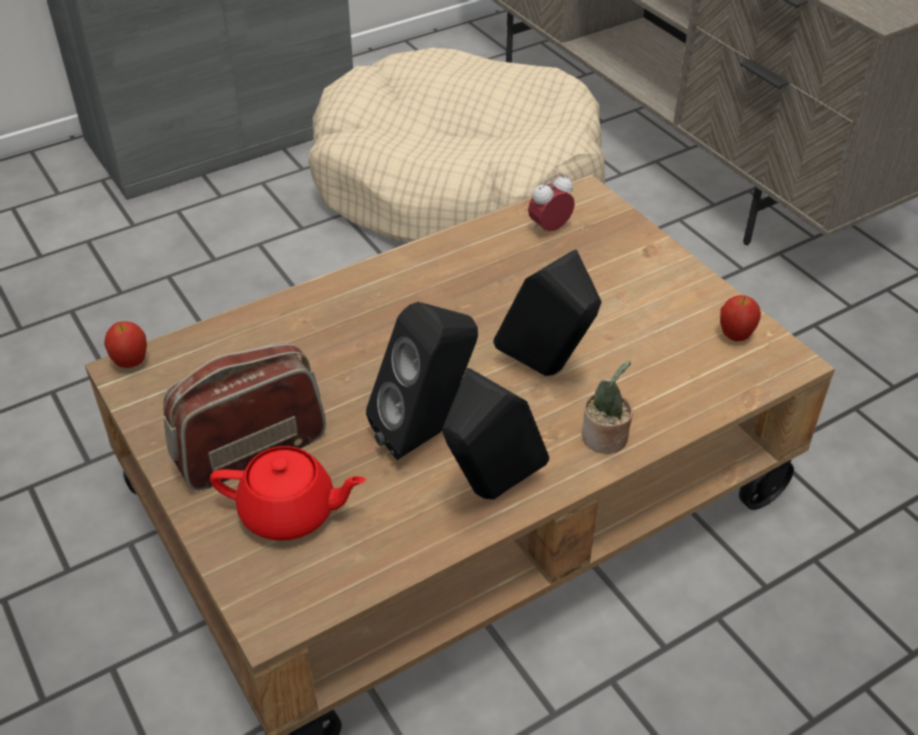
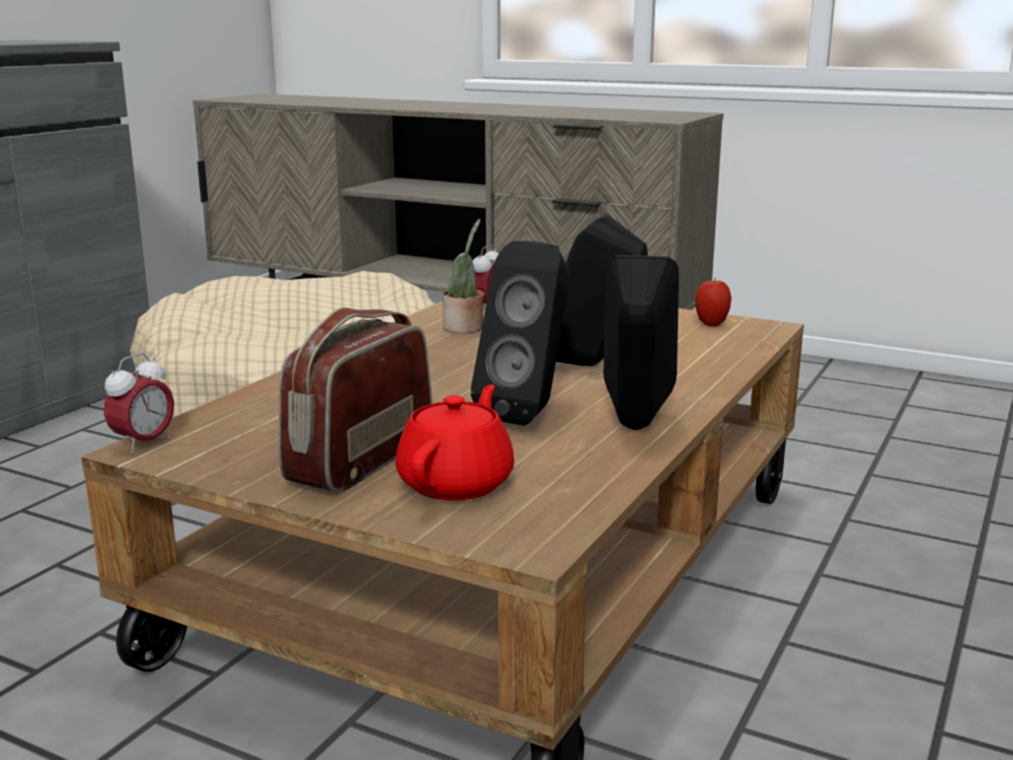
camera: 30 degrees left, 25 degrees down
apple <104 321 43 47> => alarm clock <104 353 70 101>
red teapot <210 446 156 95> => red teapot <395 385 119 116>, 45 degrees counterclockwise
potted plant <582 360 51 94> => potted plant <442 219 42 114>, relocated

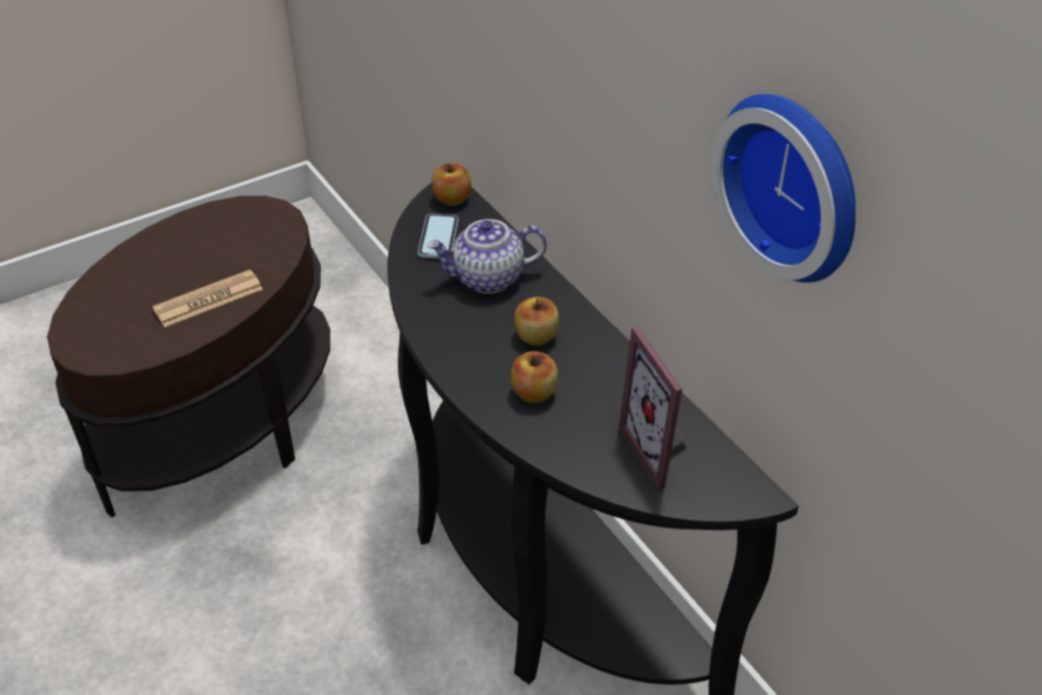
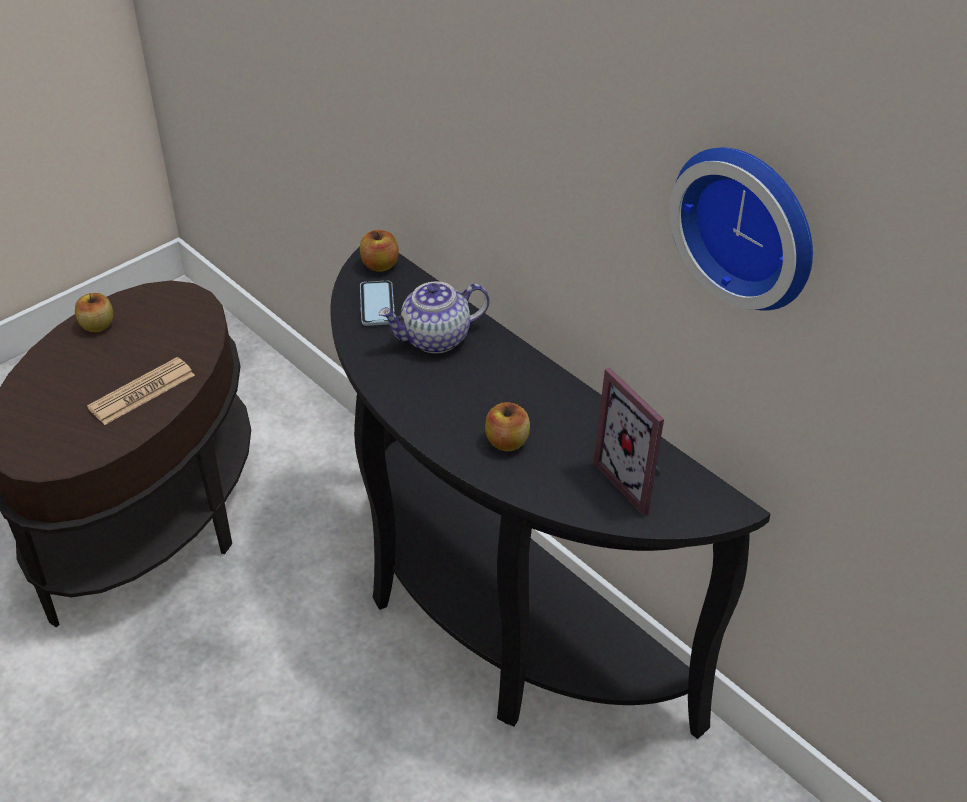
camera: 10 degrees left, 0 degrees up
apple <514 297 45 48> => apple <75 293 38 39>, relocated

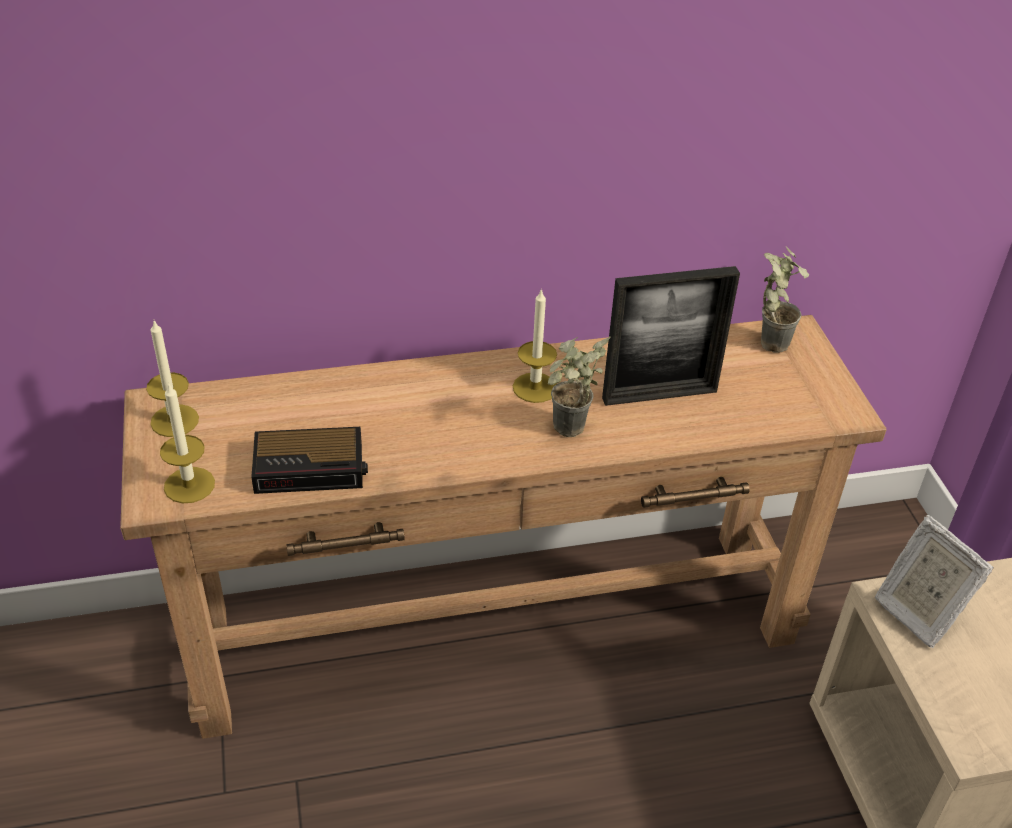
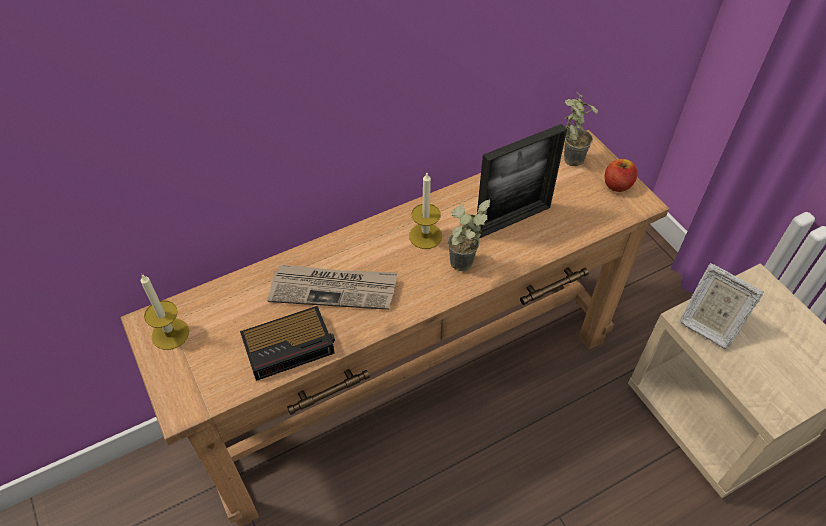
camera: 15 degrees left, 10 degrees up
candle <160 382 55 121> => nothing
nothing => newspaper <267 265 130 45>
nothing => apple <605 159 33 33>

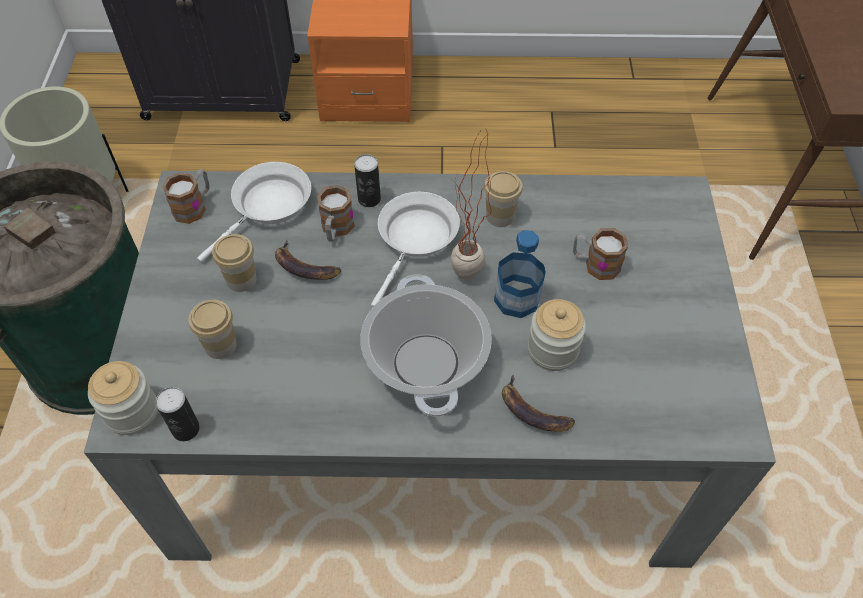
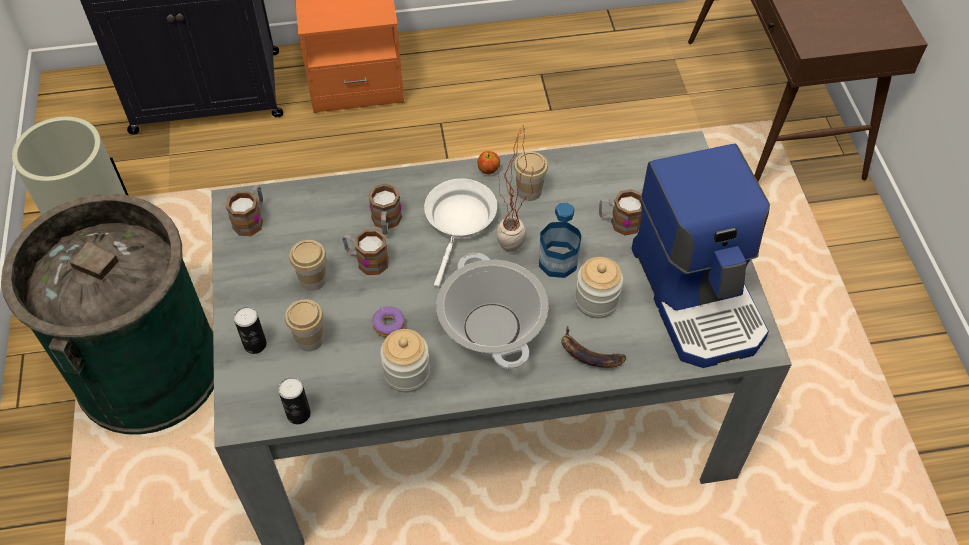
camera: 10 degrees left, 0 degrees up
jar <88 361 70 74> => jar <380 329 50 63>, relocated
white frying pan <197 162 114 101> => nothing
banana <275 240 66 40> => mug <342 229 47 46>
can <354 154 27 53> => can <234 307 33 47>, relocated
nothing => donut <372 306 33 31>
nothing => apple <477 151 23 23>
nothing => coffee machine <631 144 139 224>

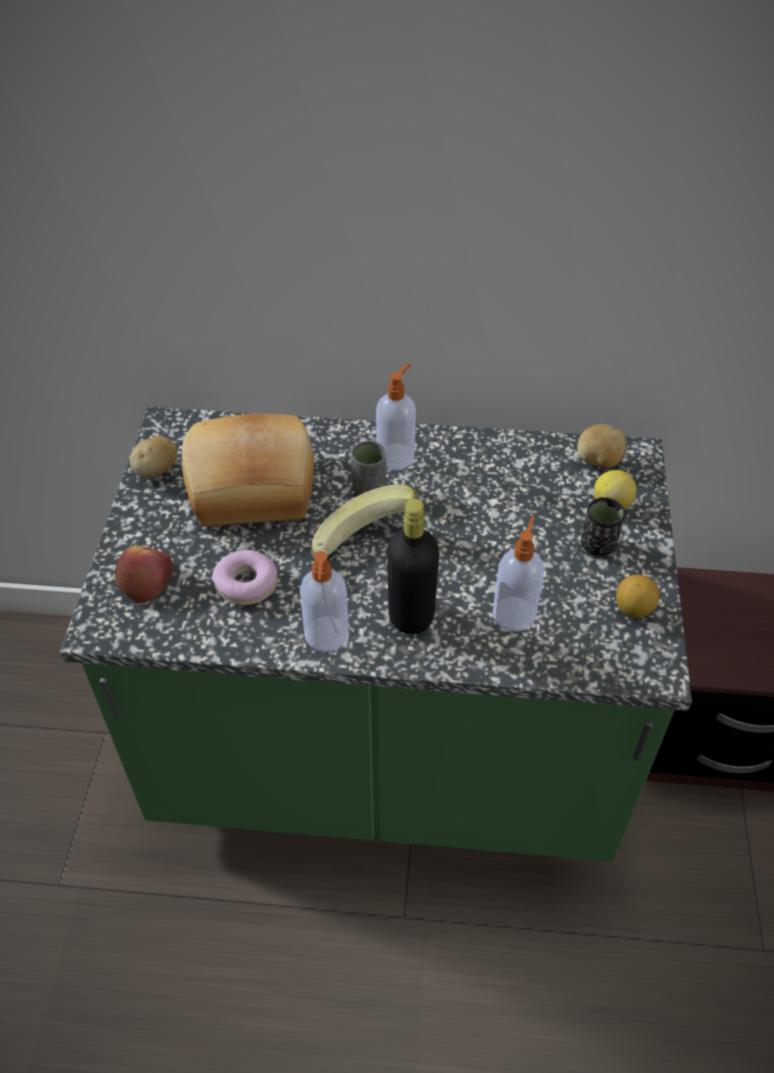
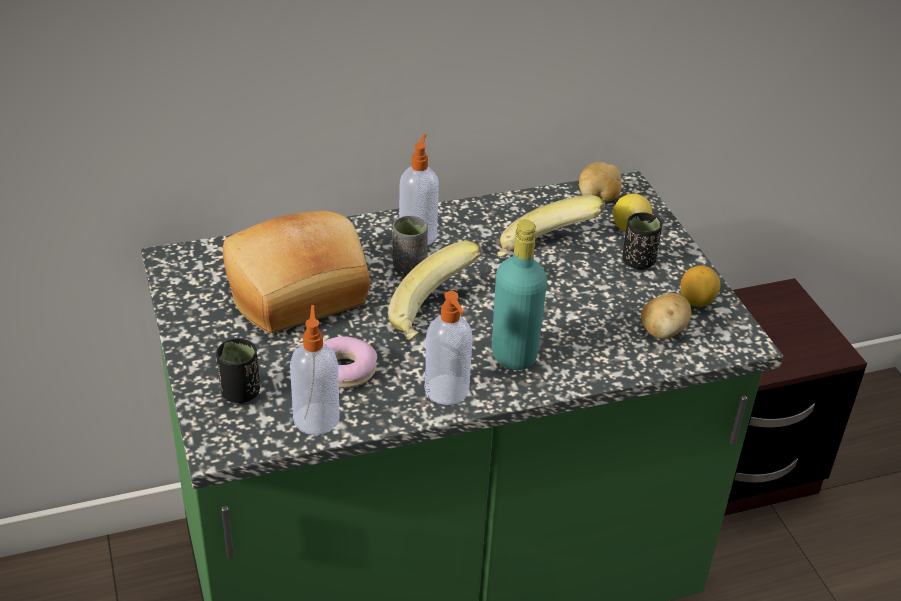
camera: 25 degrees left, 10 degrees down
apple <115 545 58 58> => black cup <216 338 44 65>
potato <129 437 48 41> => potato <641 293 50 46>, relocated
black bottle <387 499 52 135> => turquoise bottle <492 220 55 150>
soap dispenser <493 516 51 115> => soap dispenser <290 305 50 130>, relocated
nothing => banana <497 195 109 62>

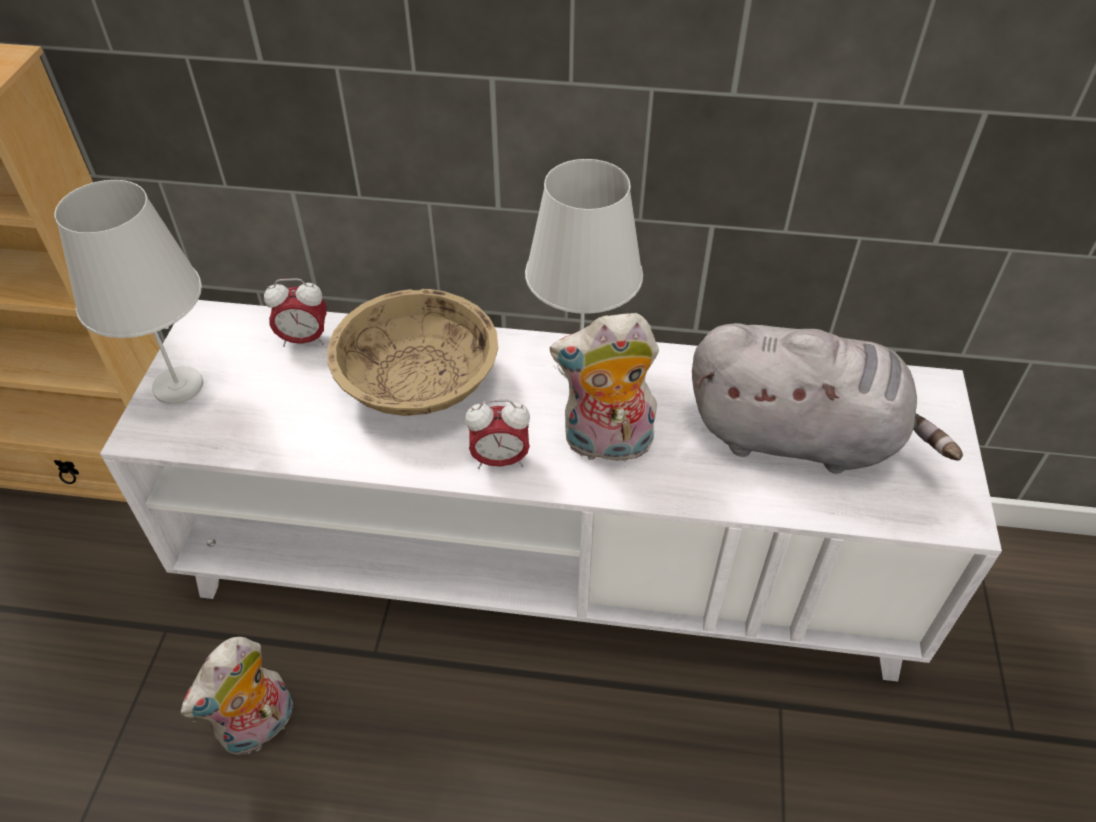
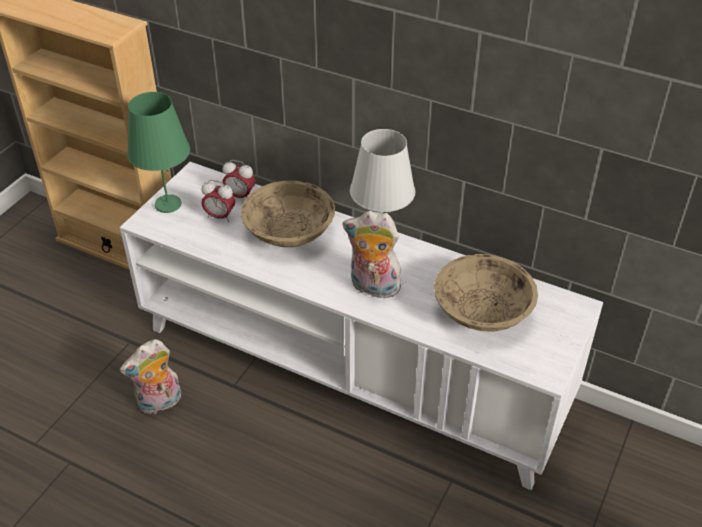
camera: 20 degrees right, 5 degrees down
white table lamp <55 180 148 224> => green table lamp <127 92 63 121>
alarm clock <465 400 65 69> => alarm clock <201 180 34 42>, relocated
grey plush toy <692 323 271 151> => beige bowl <434 254 104 78>

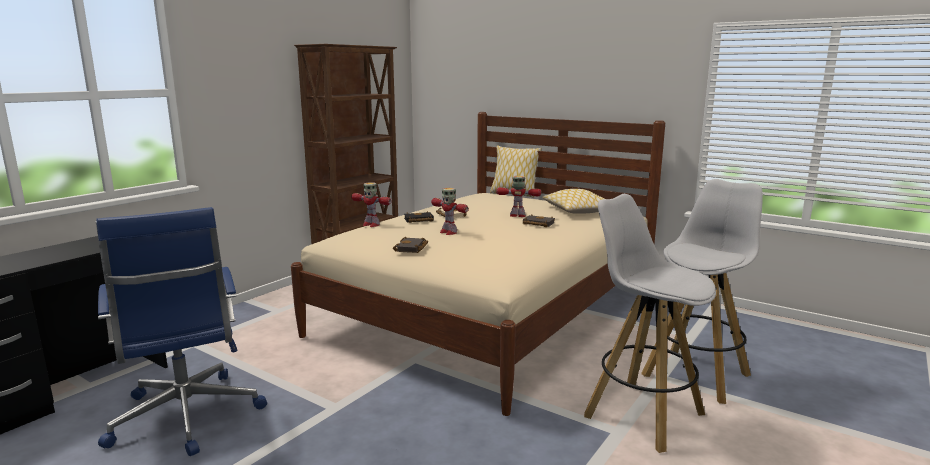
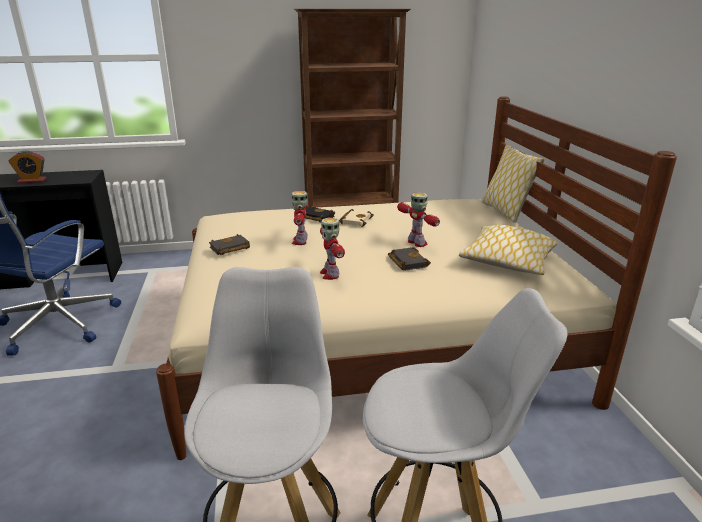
camera: 45 degrees right, 10 degrees up
toy robot <351 182 41 45> => toy robot <320 218 25 62>, relocated
nothing => alarm clock <8 151 39 32>

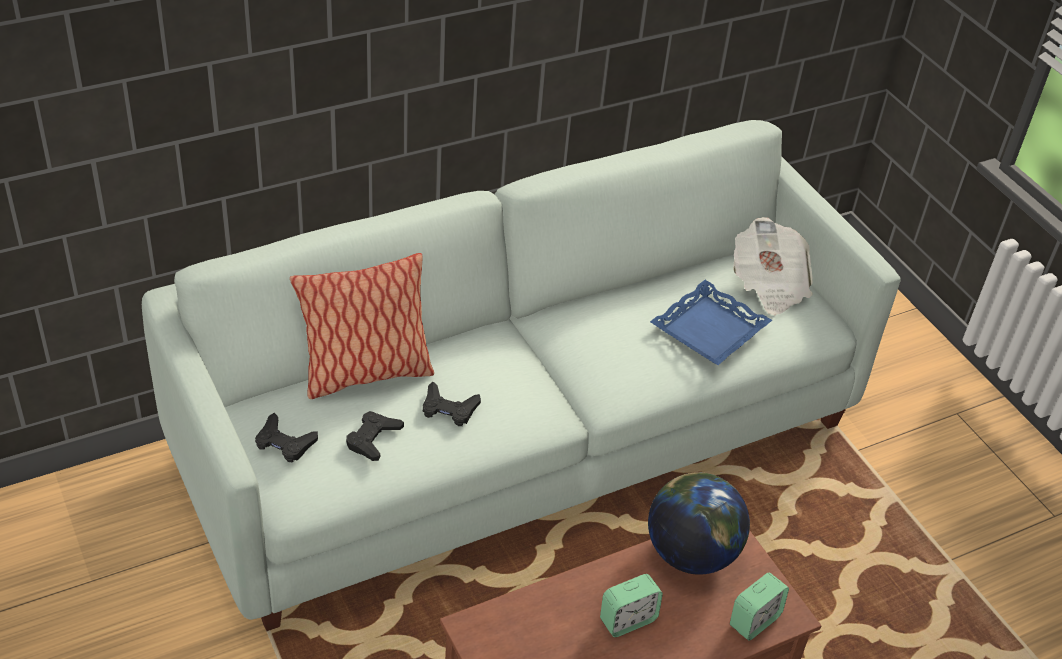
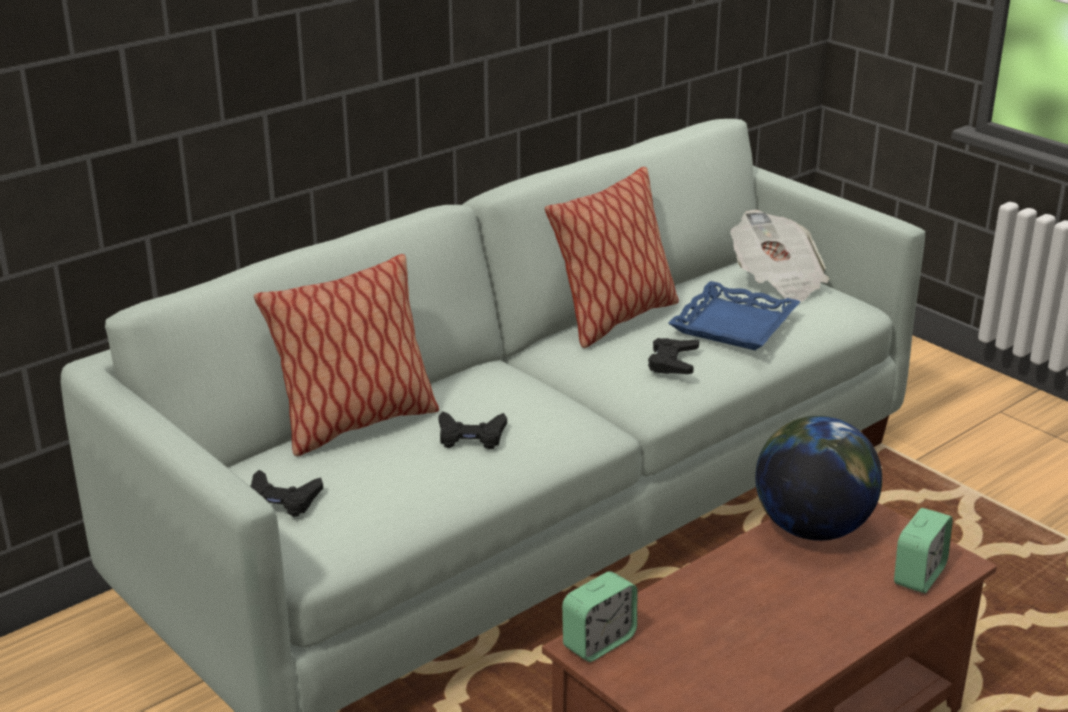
camera: 10 degrees left, 15 degrees down
black game controller <346 411 58 50> => black game controller <648 338 51 36>, relocated
alarm clock <600 574 63 63> => alarm clock <562 571 75 91>, relocated
nothing => pillow <545 167 134 181>

